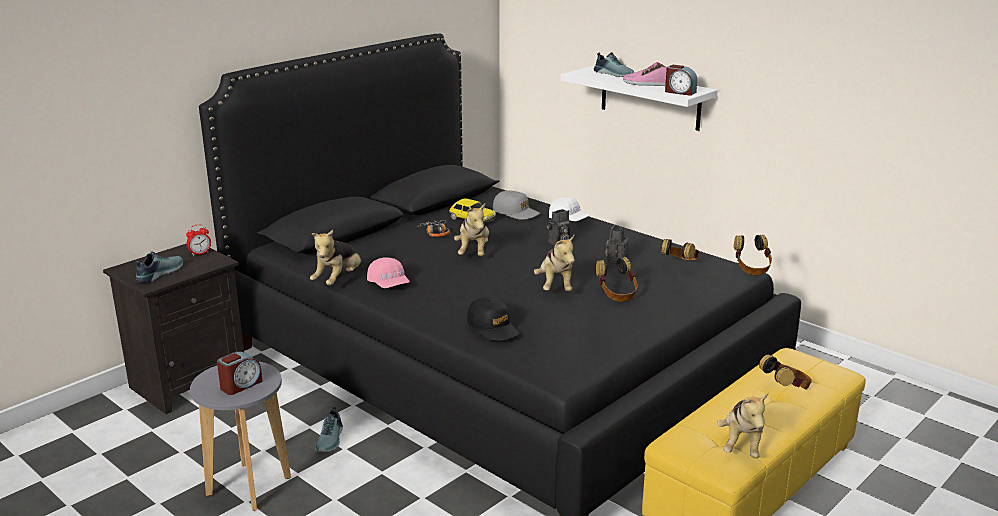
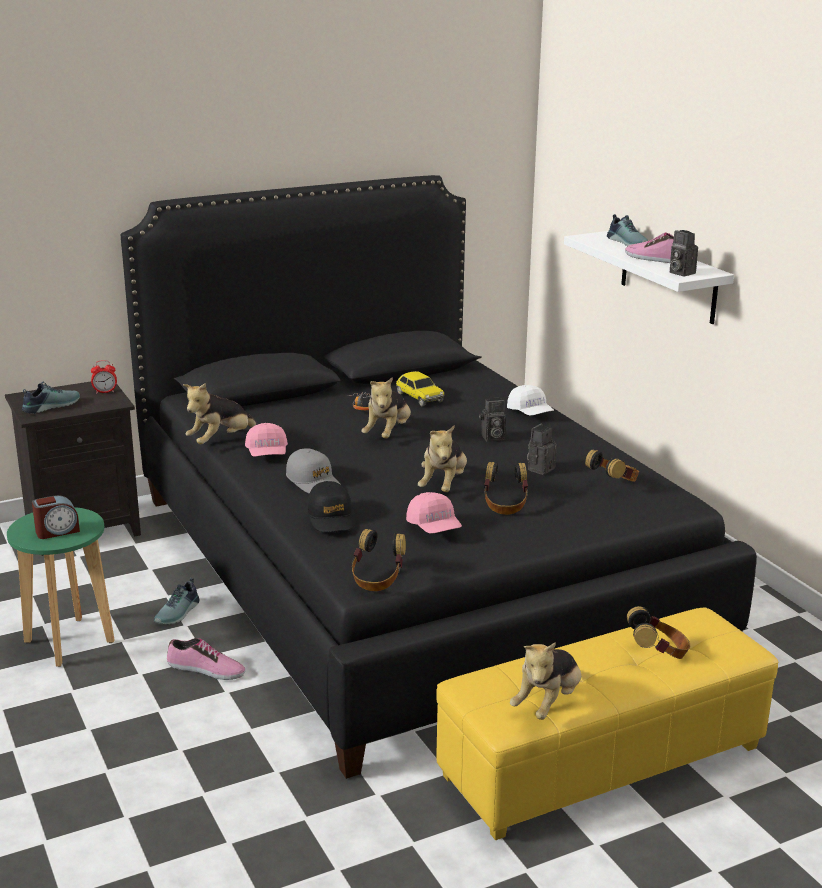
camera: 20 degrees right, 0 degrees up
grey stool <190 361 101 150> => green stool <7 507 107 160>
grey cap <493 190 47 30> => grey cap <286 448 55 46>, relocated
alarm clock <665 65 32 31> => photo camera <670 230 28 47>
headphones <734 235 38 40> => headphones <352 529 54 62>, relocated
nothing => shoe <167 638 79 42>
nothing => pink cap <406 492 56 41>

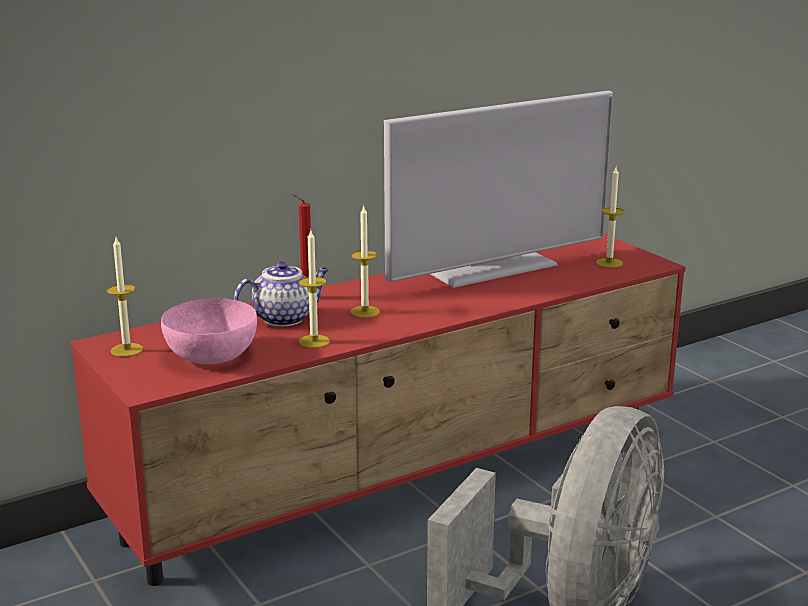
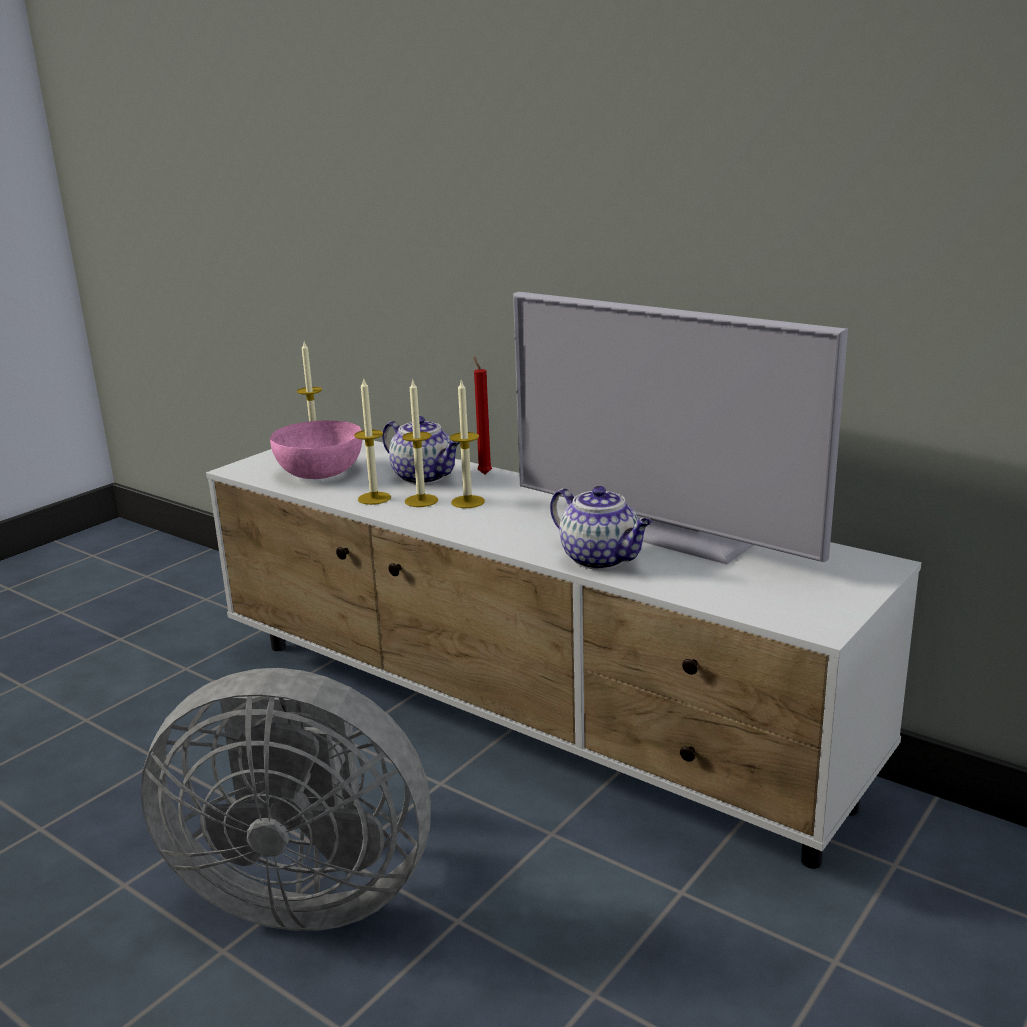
camera: 70 degrees right, 0 degrees up
red tv stand <70 234 616 352> => white tv stand <206 440 715 429>
candle <596 167 29 101> => candle <402 379 36 128>, relocated
nothing => teapot <550 486 102 84>

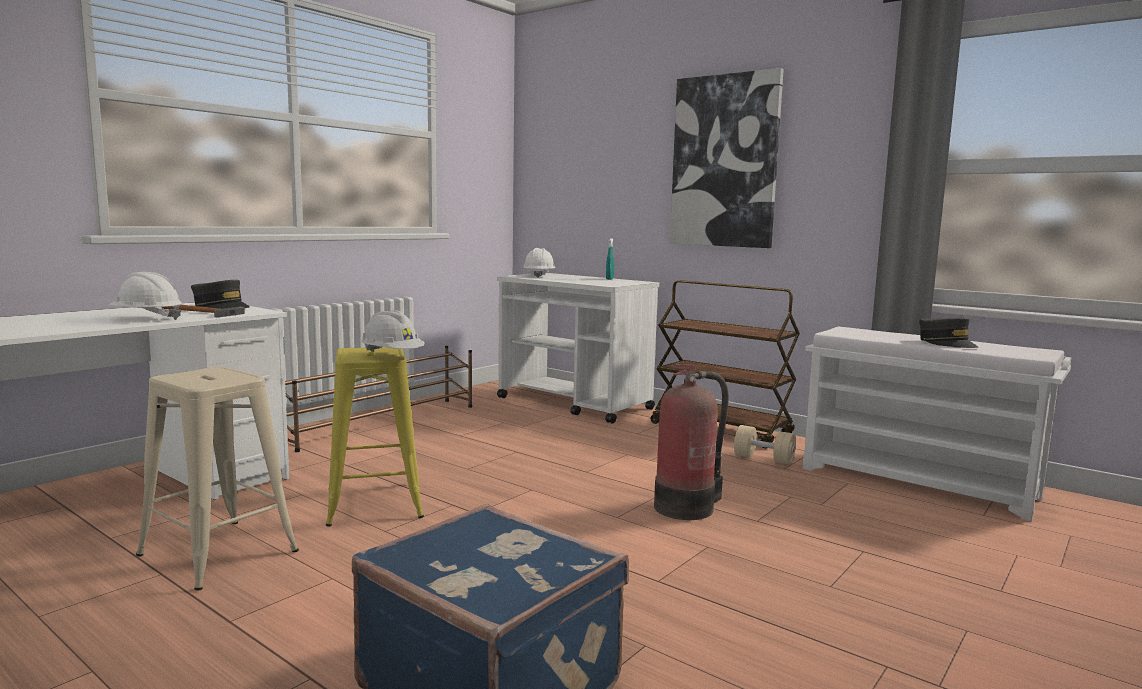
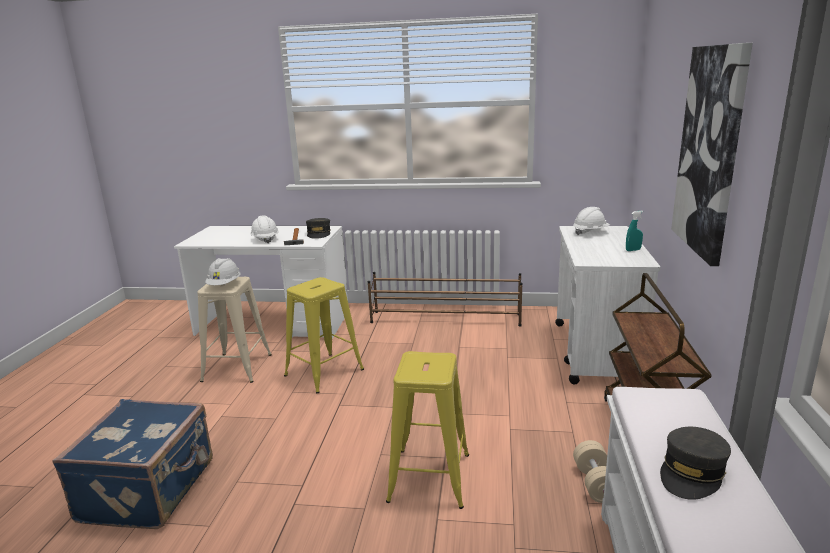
camera: 60 degrees right, 10 degrees up
white hard hat <362 310 63 42> => white hard hat <205 258 36 27>, relocated
fire extinguisher <654 364 75 156> => yellow stool <386 351 83 158>

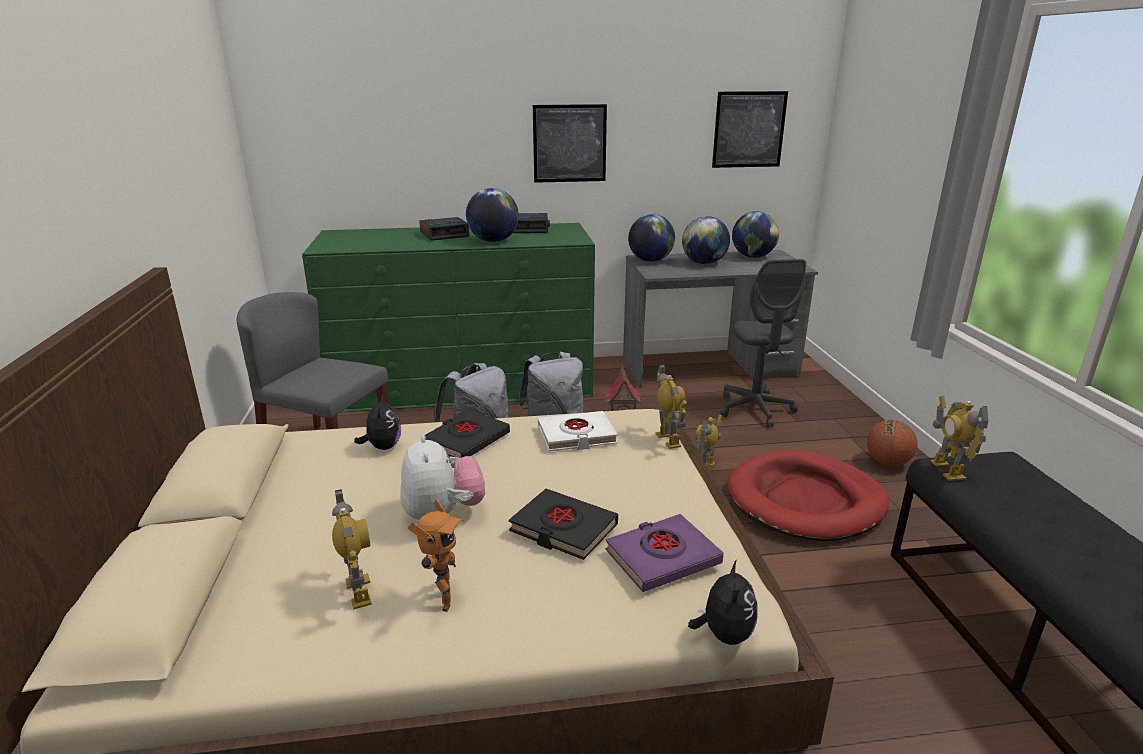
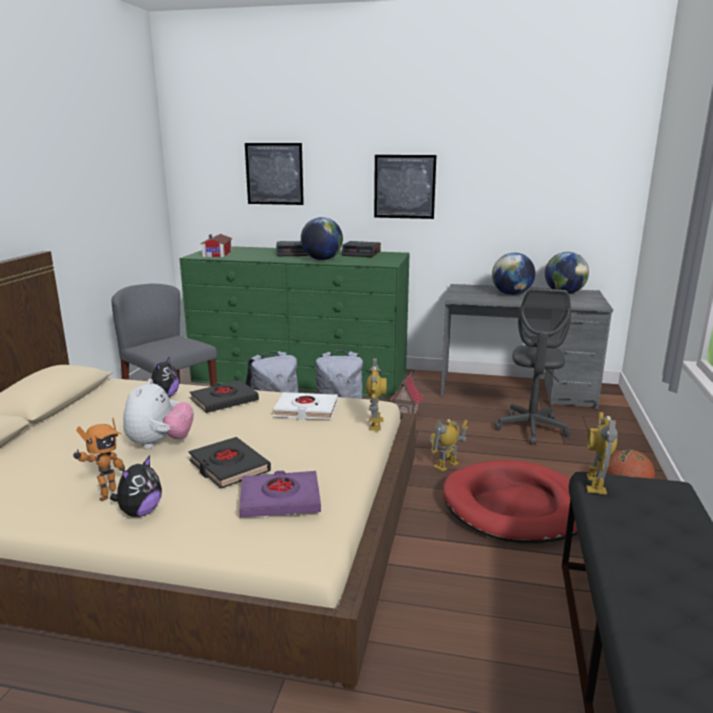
camera: 20 degrees right, 5 degrees down
toy robot <332 489 40 121> => nothing
globe <628 214 47 48> => nothing
plush toy <688 559 70 86> => plush toy <110 456 52 61>, relocated
picture <712 91 76 77> => picture <245 143 59 62>, relocated
nothing => toy house <200 234 33 23>

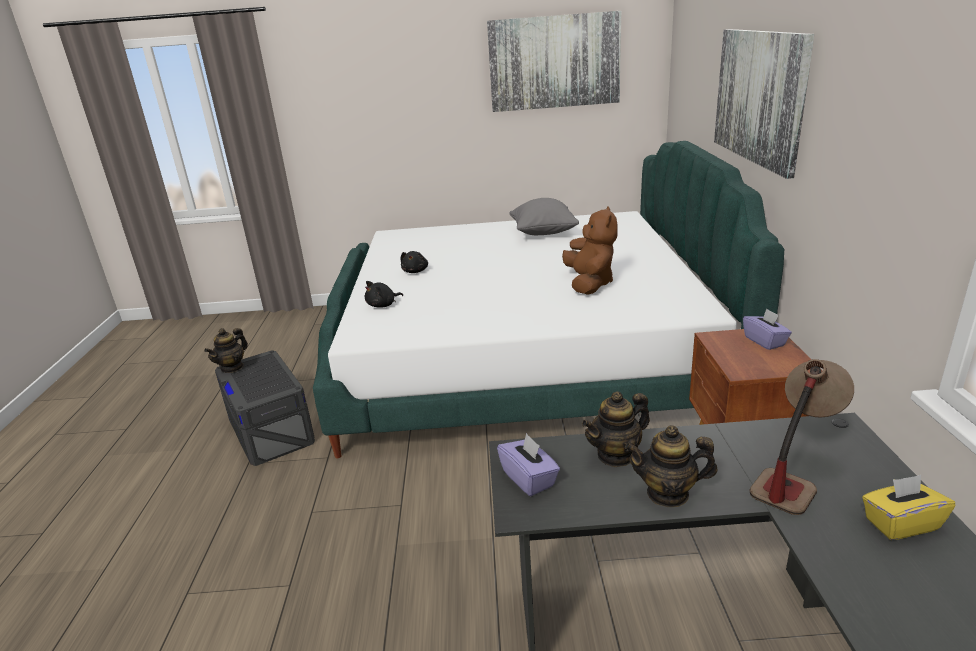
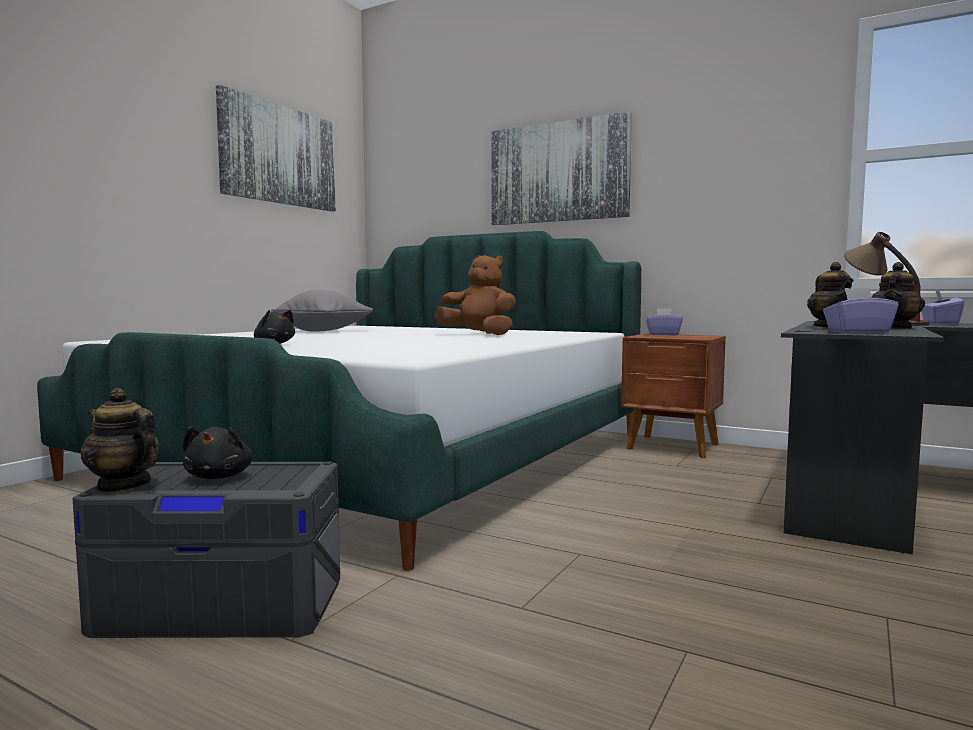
camera: 60 degrees left, 20 degrees down
teapot <204 328 44 45> => teapot <81 388 78 105>, 150 degrees clockwise
black plush toy <365 281 38 27> => black plush toy <183 426 70 53>, relocated
yellow tissue box <862 475 93 65> => purple tissue box <922 290 43 34>

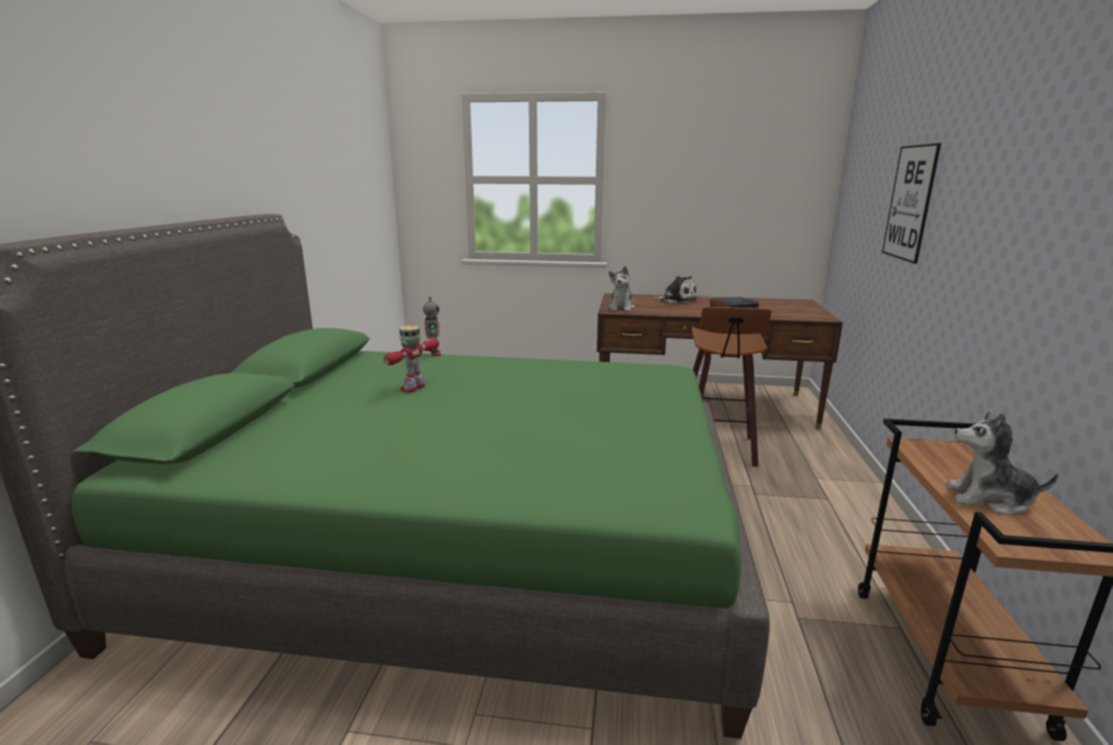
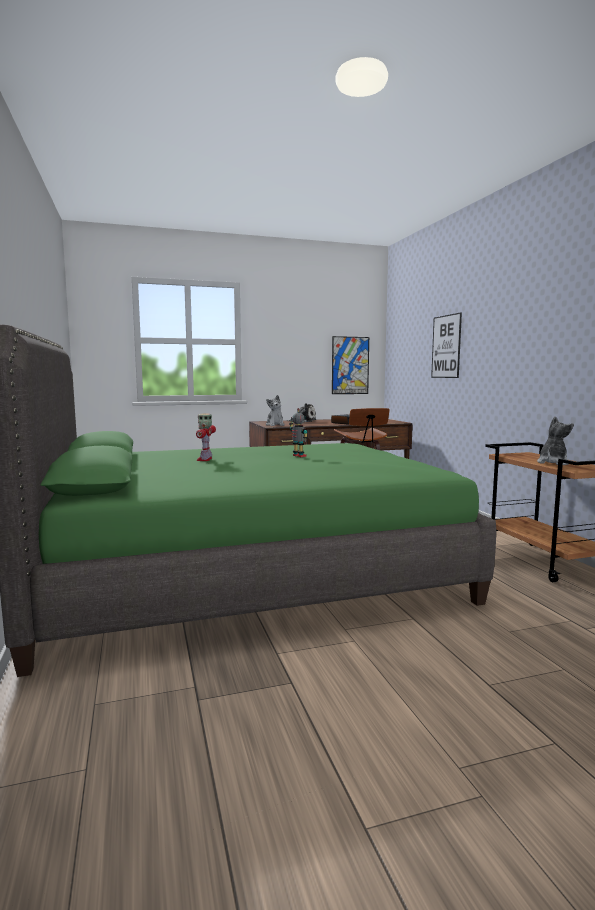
camera: 25 degrees left, 10 degrees down
toy robot <423 297 18 60> => toy robot <289 408 19 49>, relocated
plush toy <946 412 113 103> => plush toy <537 416 37 49>, 135 degrees clockwise
nothing => picture <332 336 37 58>

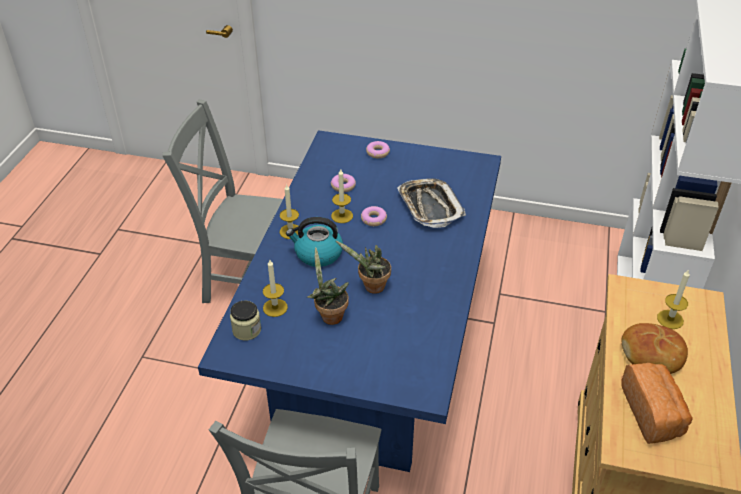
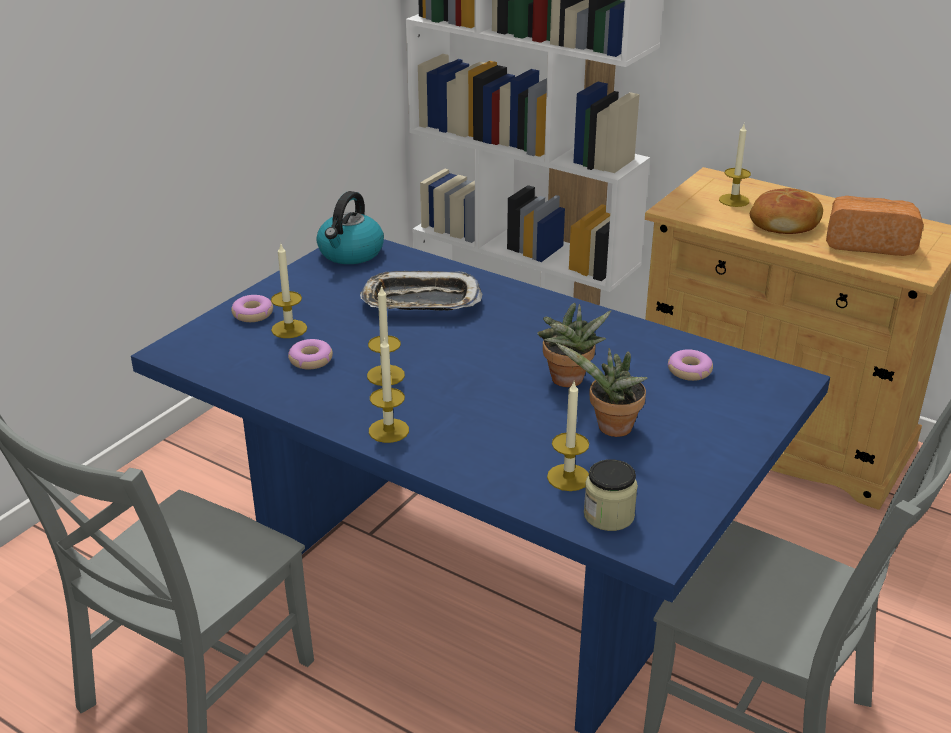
camera: 70 degrees left, 10 degrees down
kettle <286 217 57 50> => kettle <316 191 68 73>, relocated
donut <361 206 26 20> => donut <668 349 45 32>, relocated
nothing => candle <271 242 36 96>

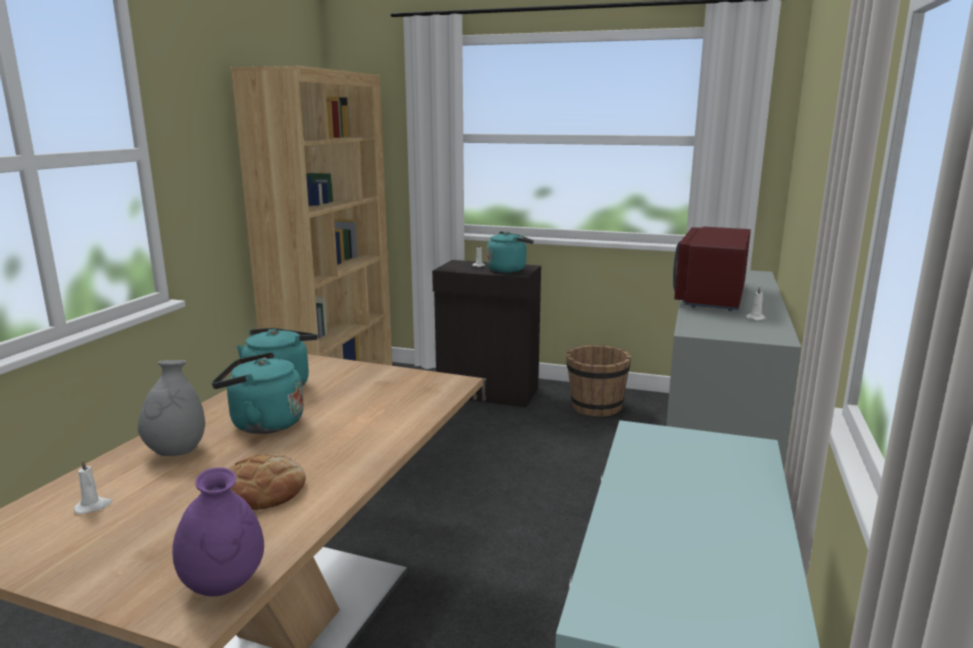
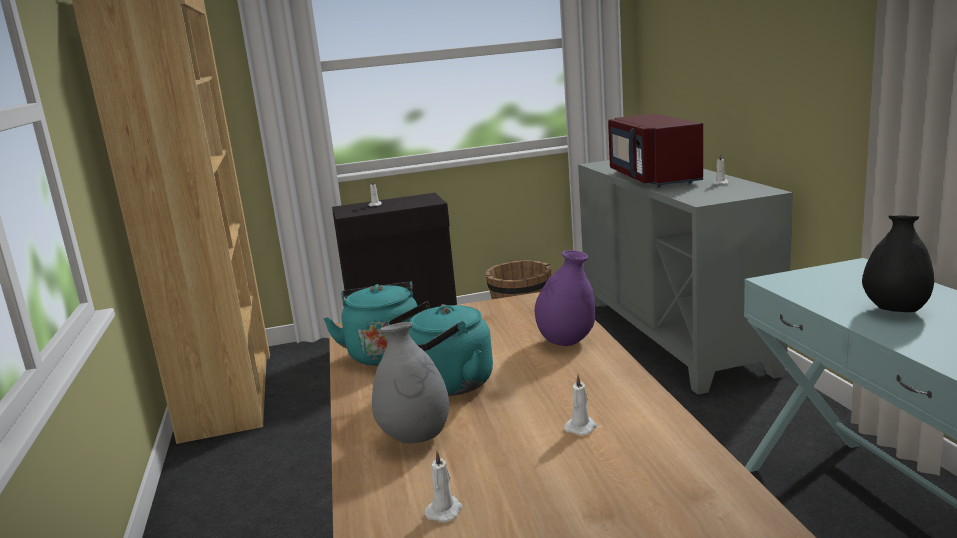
camera: 30 degrees left, 0 degrees up
purple vase <173 467 91 129> => purple vase <535 250 61 96>, relocated
bread <229 454 77 56> => white candle <564 374 33 61>
turquoise kettle <487 231 47 42> => nothing
nothing => black vase <862 215 72 97>

